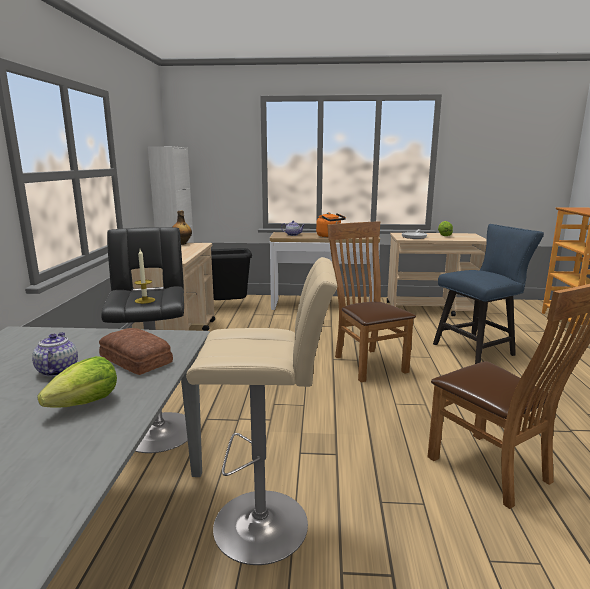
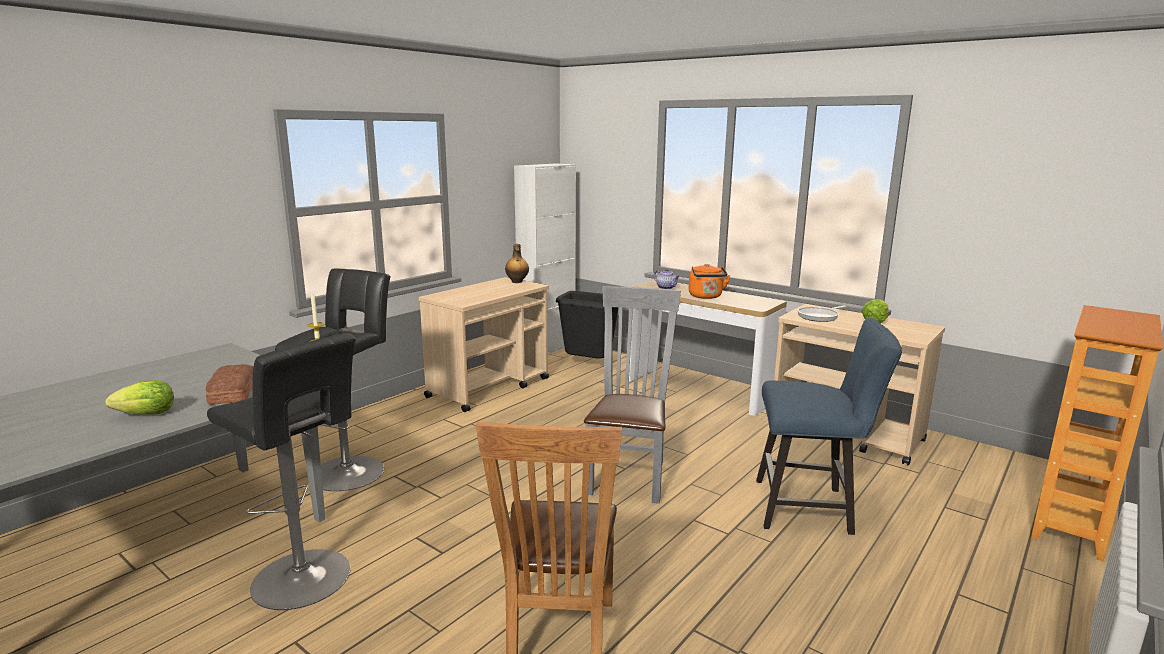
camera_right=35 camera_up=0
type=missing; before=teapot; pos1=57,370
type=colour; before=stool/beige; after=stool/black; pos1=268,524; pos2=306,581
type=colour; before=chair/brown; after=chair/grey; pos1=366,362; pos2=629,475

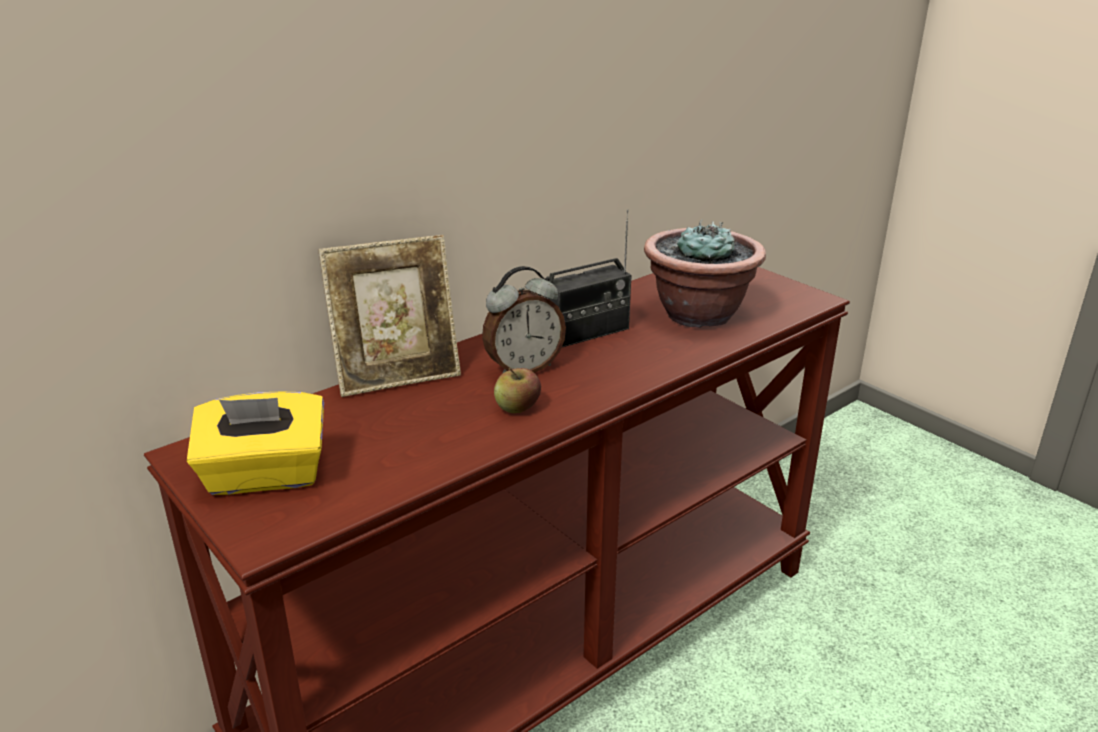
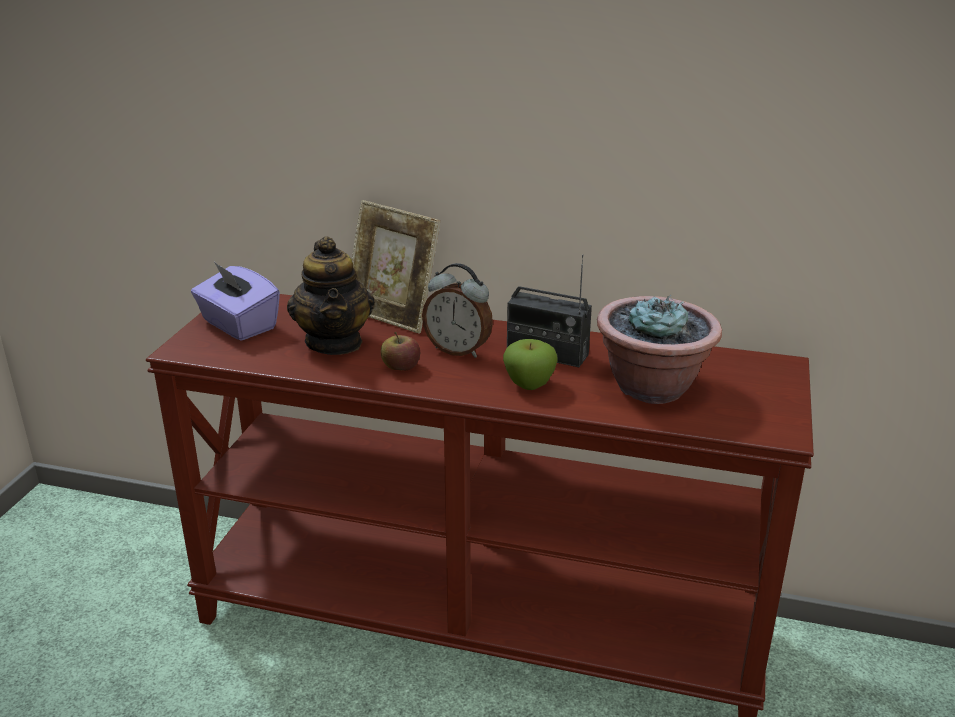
camera_right=55 camera_up=0
type=appeared; after=teapot; pos2=335,342
type=appeared; after=apple; pos2=529,385
type=colour; before=tissue box/yellow; after=tissue box/purple; pos1=265,476; pos2=238,325

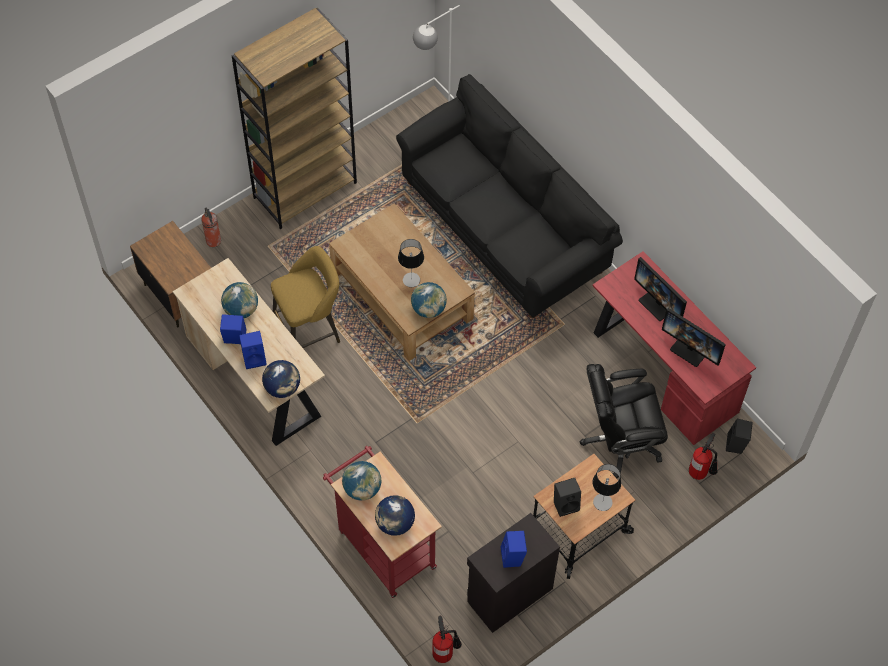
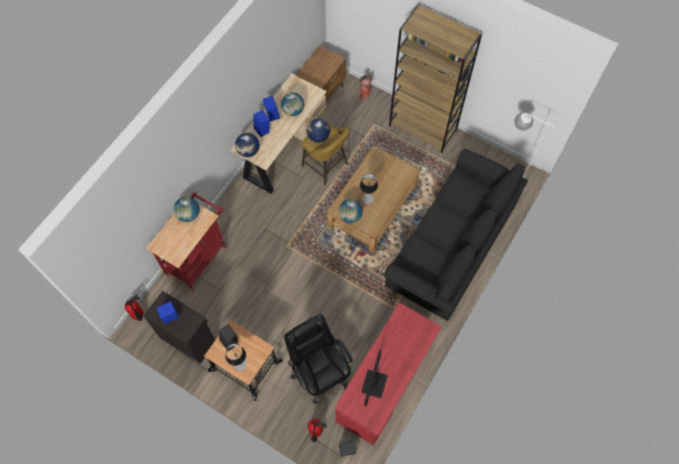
camera_right=70 camera_up=5
type=missing; before=monitor; pos1=659,303
type=relocated; before=globe; pos1=395,523; pos2=318,137

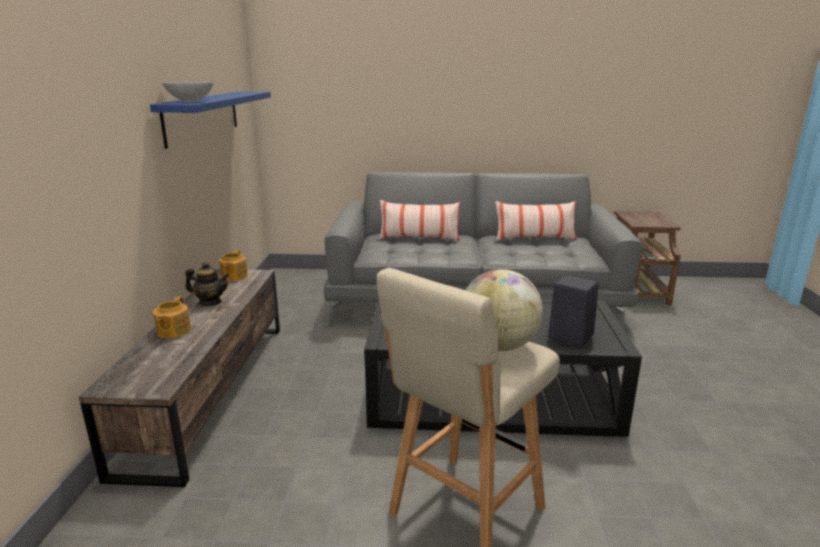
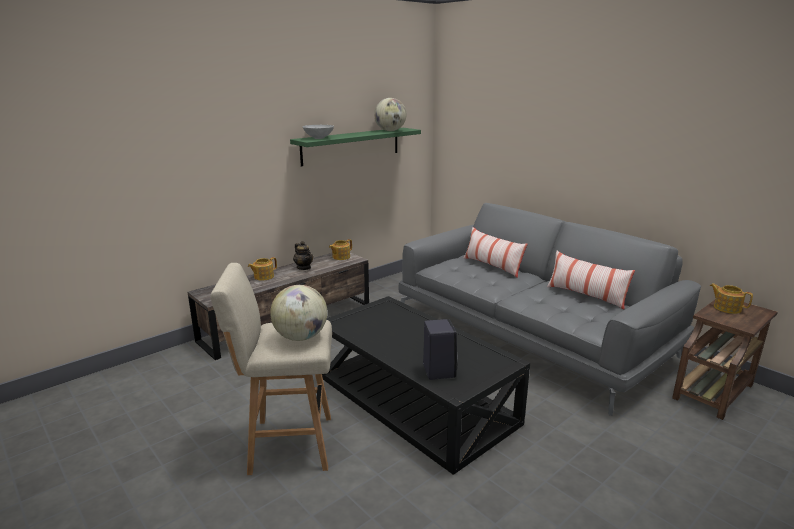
camera_right=45 camera_up=0
type=appeared; after=globe; pos2=390,131
type=appeared; after=teapot; pos2=726,308
type=colour; before=shelf/blue; after=shelf/green; pos1=203,116; pos2=351,146

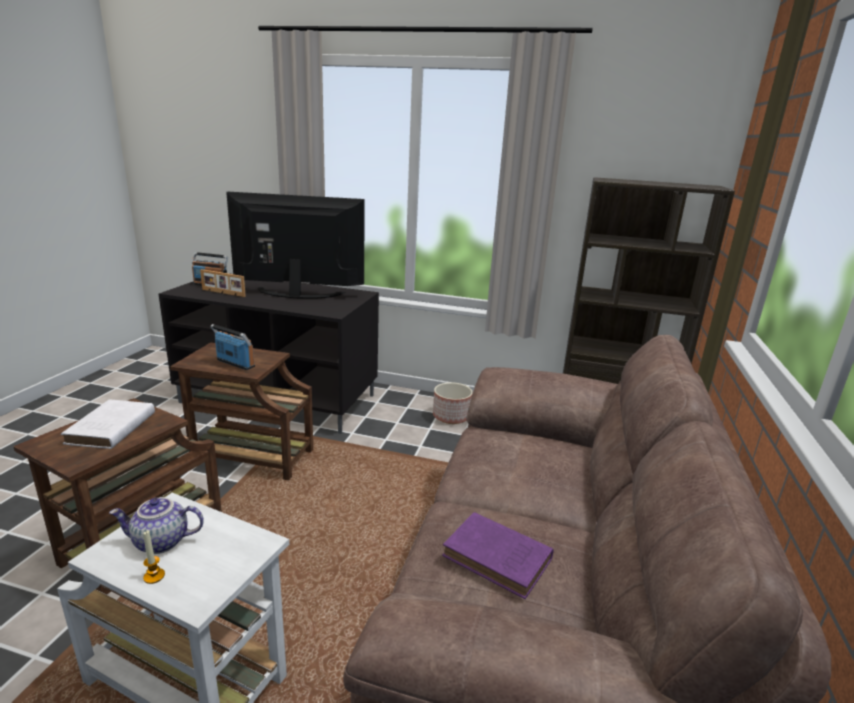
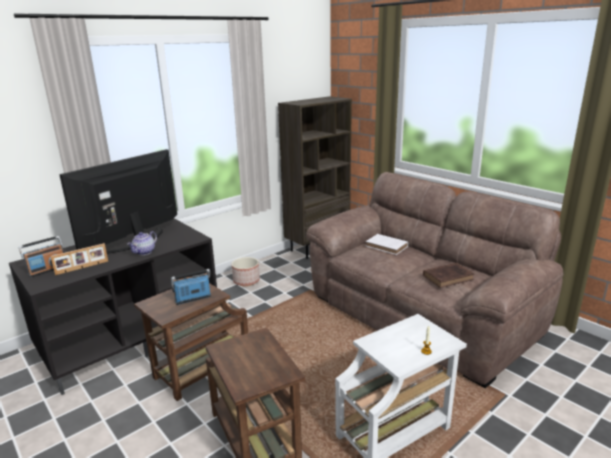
camera_right=-55 camera_up=0
type=relocated; before=book/white; pos1=110,429; pos2=387,247
type=relocated; before=teapot; pos1=160,542; pos2=144,252
type=colour; before=book/purple; after=book/brown; pos1=499,559; pos2=449,277

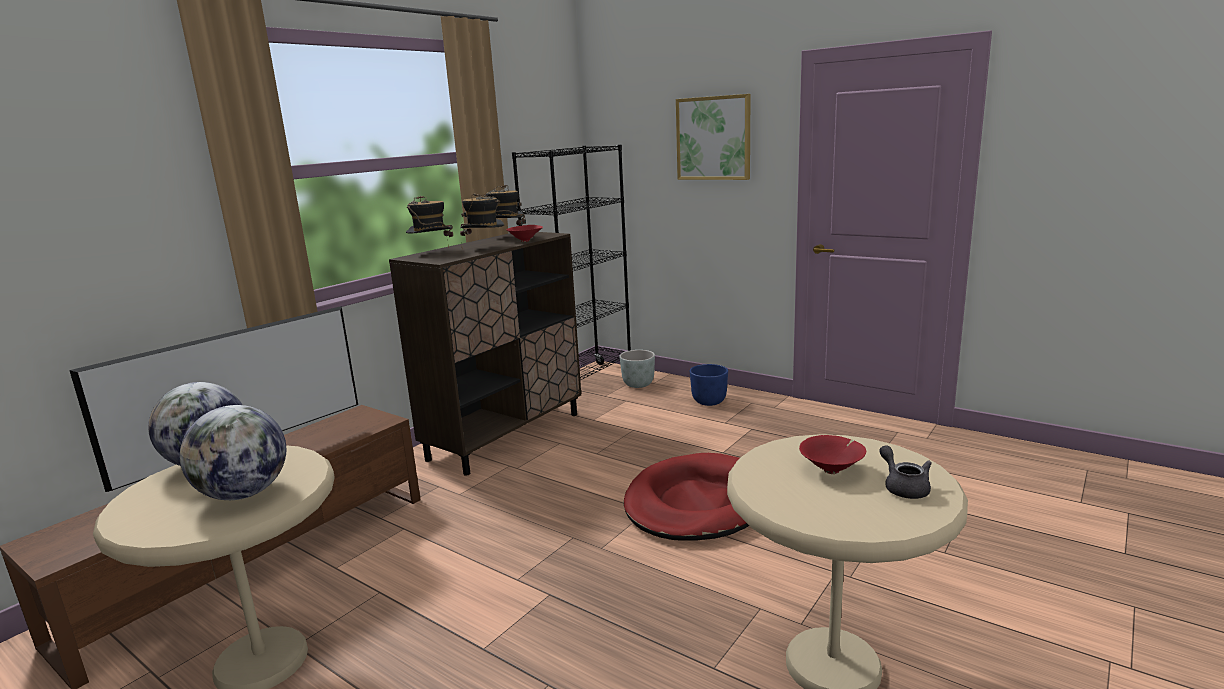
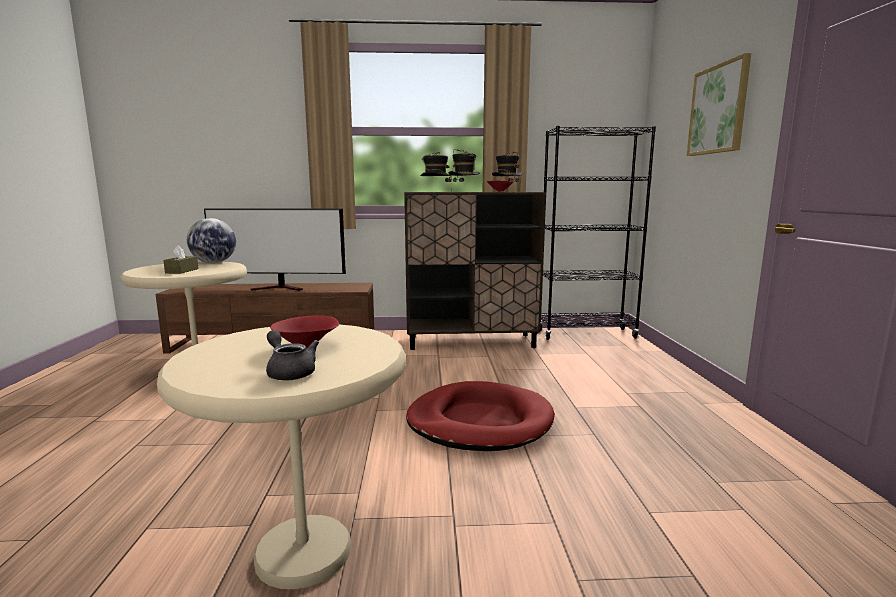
camera_right=50 camera_up=-5
type=missing; before=planter/grey; pos1=638,384
type=missing; before=planter/blue; pos1=709,402
type=exchanged; before=globe; after=tissue box/brown; pos1=244,494; pos2=182,271
type=spun; before=teapot/grey; pos1=903,487; pos2=289,372; turn=-75

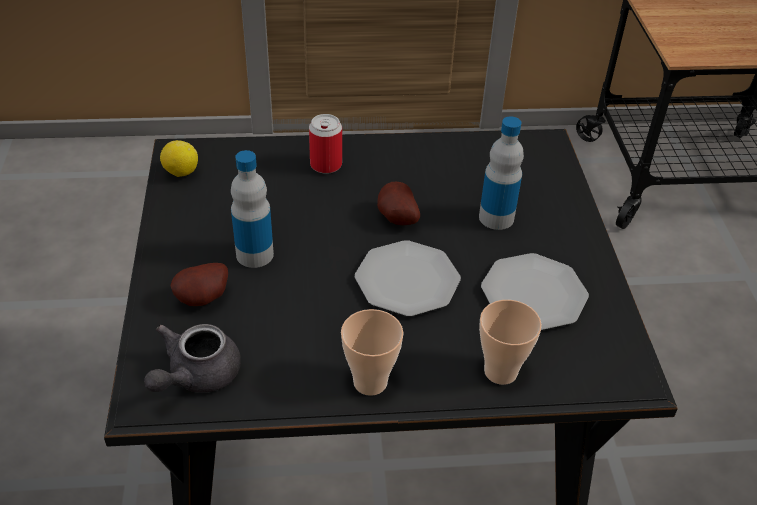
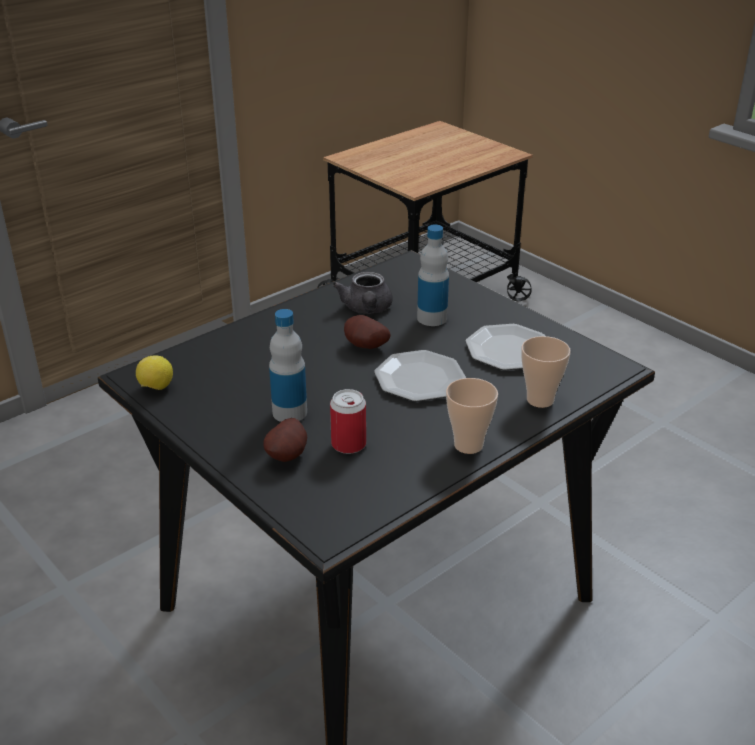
camera_right=-35 camera_up=-10
type=relocated; before=teapot/grey; pos1=196,376; pos2=366,309
type=relocated; before=can; pos1=326,165; pos2=348,444

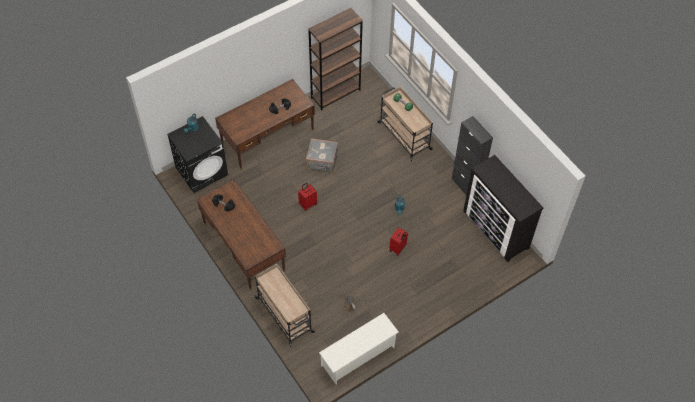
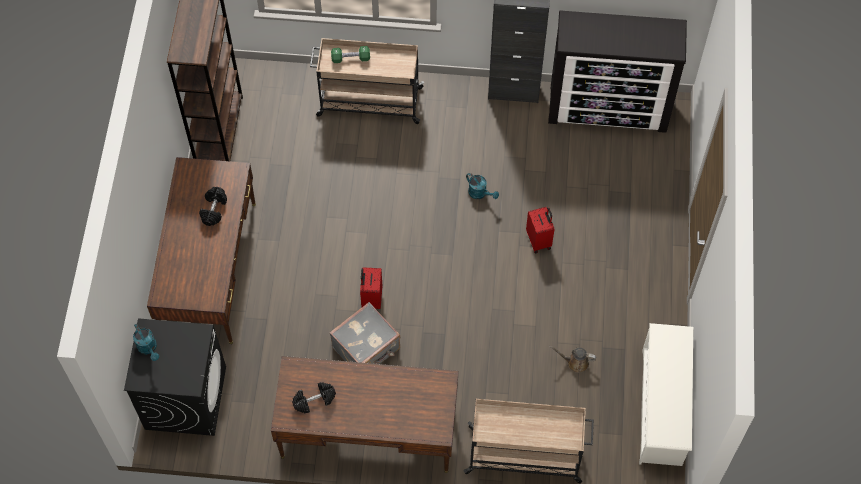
camera_right=-50 camera_up=5
type=relocated; before=suitcase/grey; pos1=322,162; pos2=367,349

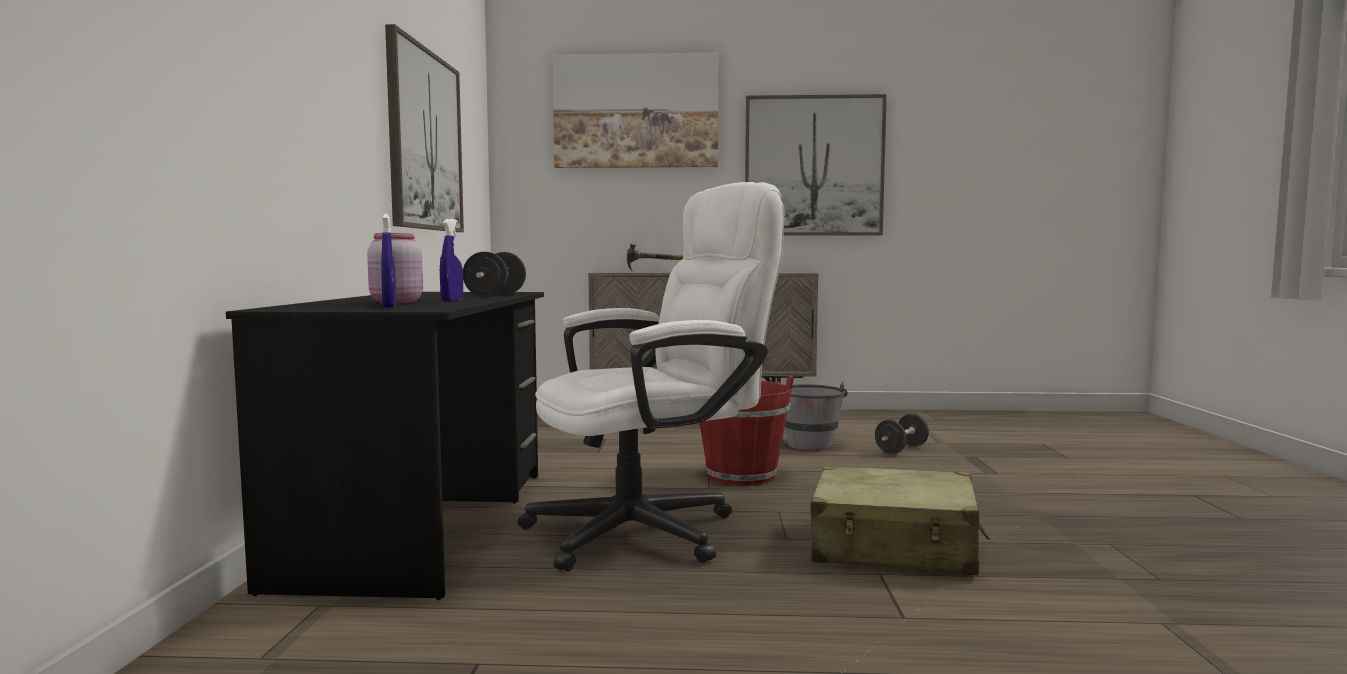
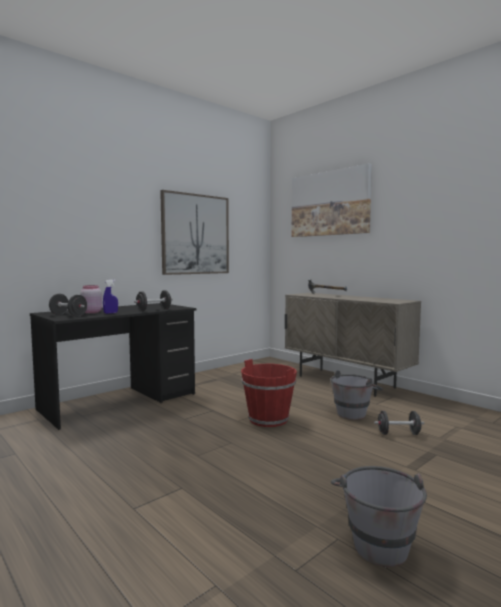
camera_right=45 camera_up=0
type=missing; before=office chair/white; pos1=652,529
type=missing; before=picture; pos1=813,166
type=missing; before=suitcase/beige; pos1=894,547
type=appeared; after=bucket/grey; pos2=376,540
type=exchanged; before=spray bottle/blue; after=dumbbell/black; pos1=389,306; pos2=68,315

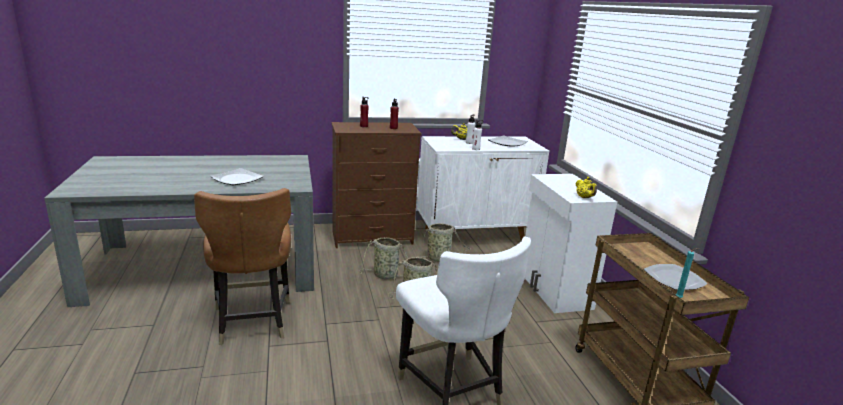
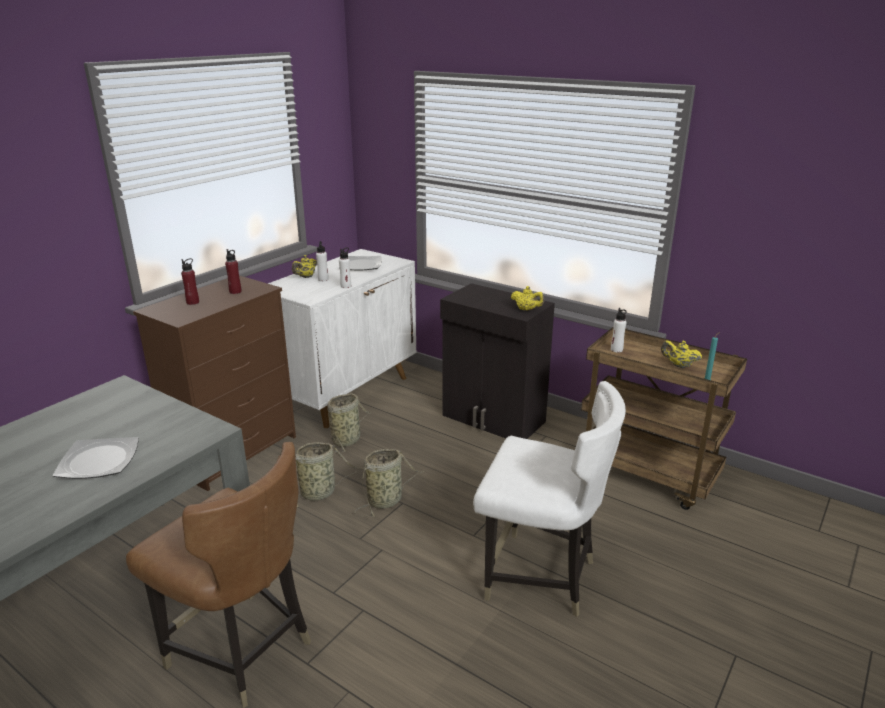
camera_right=-40 camera_up=5
type=appeared; after=bottle/white; pos2=616,349
type=exchanged; before=plate; after=teapot/yellow; pos1=673,279; pos2=679,365
type=colour; before=cabinet/white; after=cabinet/black; pos1=554,290; pos2=493,419

